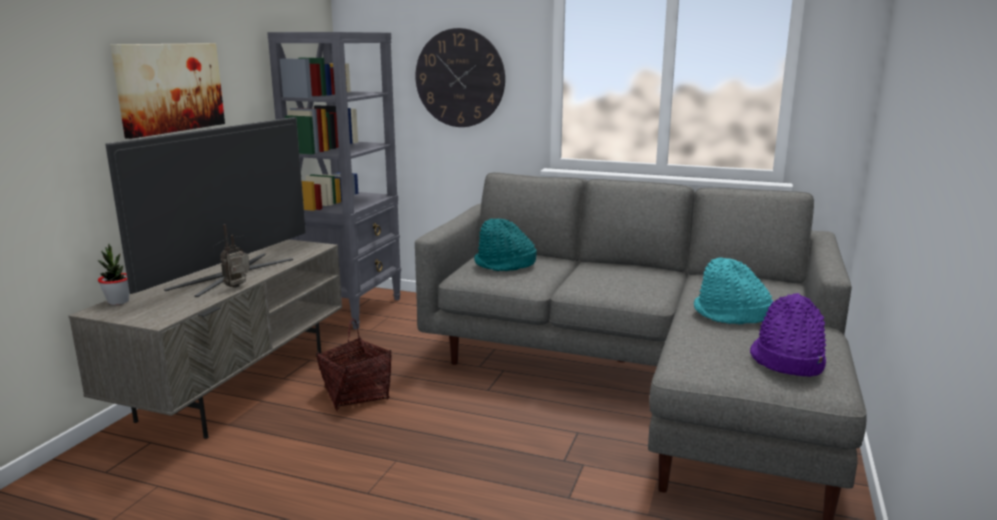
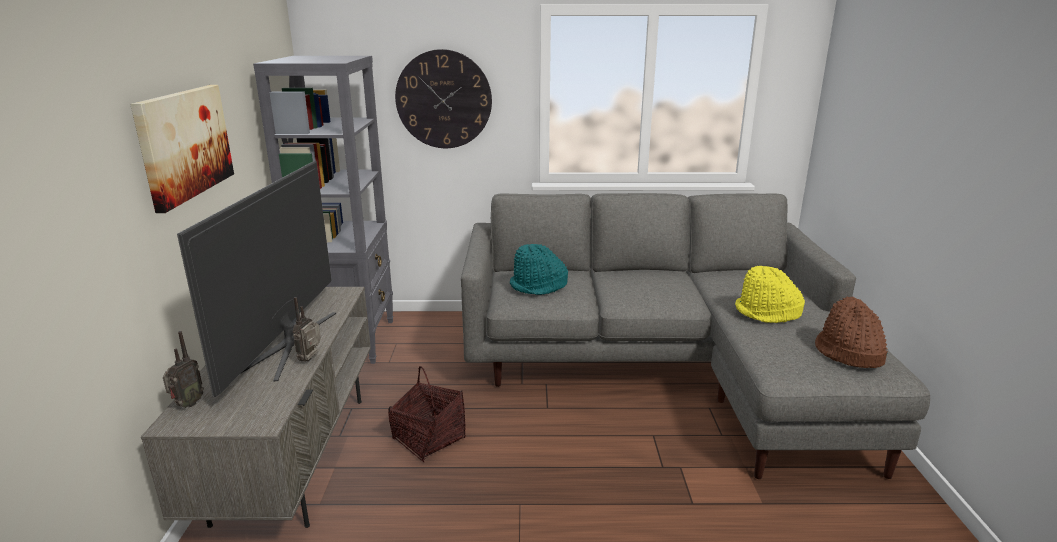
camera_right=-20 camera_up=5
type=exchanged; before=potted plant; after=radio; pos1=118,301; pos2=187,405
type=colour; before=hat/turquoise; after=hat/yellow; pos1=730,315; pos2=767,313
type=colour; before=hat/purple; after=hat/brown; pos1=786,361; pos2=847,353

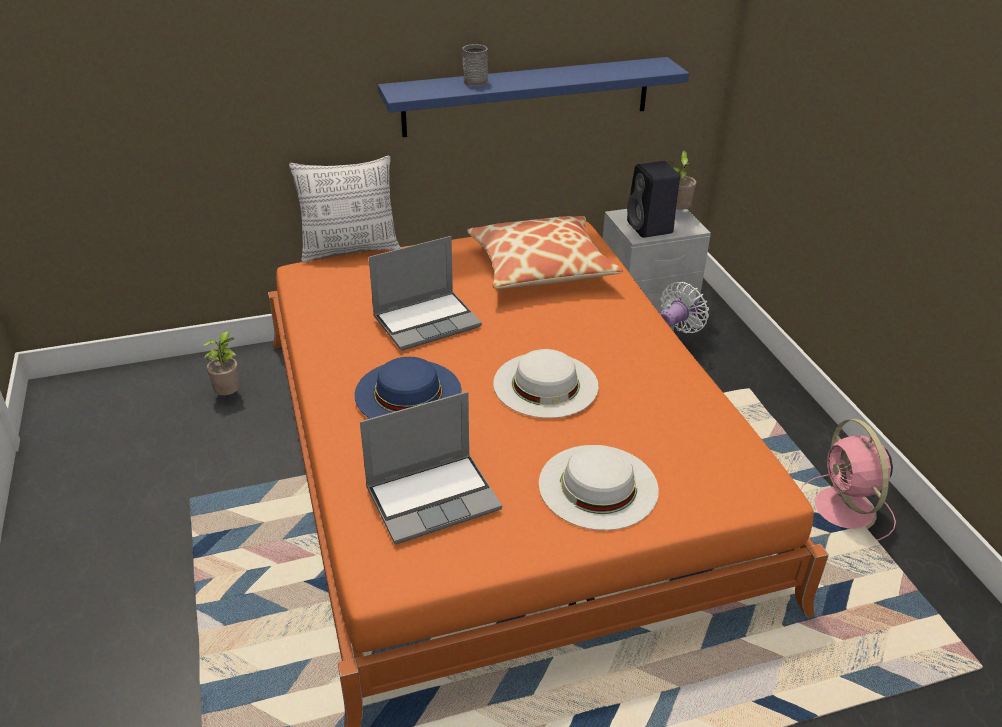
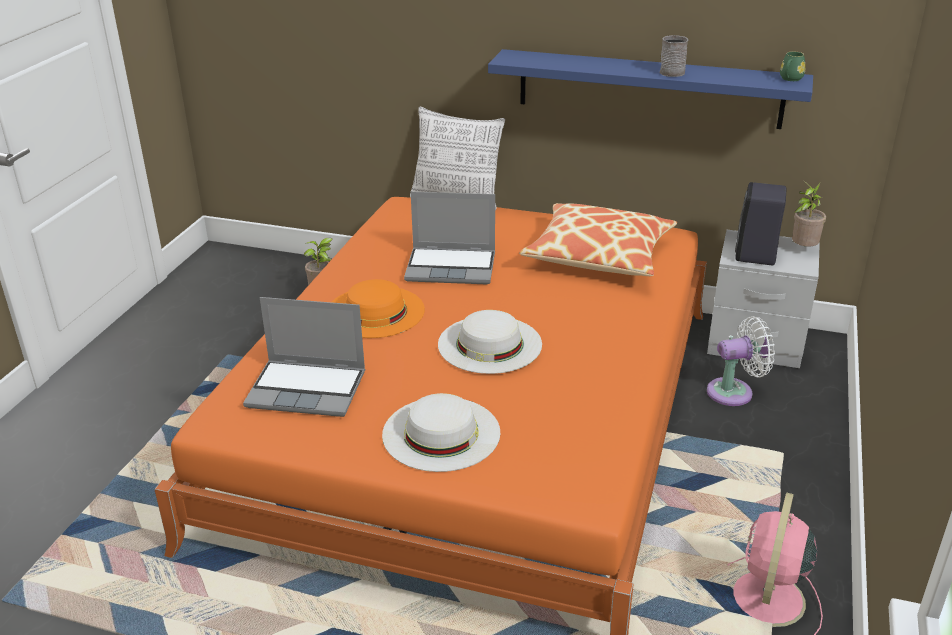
camera_right=35 camera_up=-5
type=appeared; after=mug/green; pos2=790,79
type=relocated; before=mug/grey; pos1=475,80; pos2=673,71
type=colour; before=hat/blue; after=hat/orange; pos1=408,392; pos2=375,311

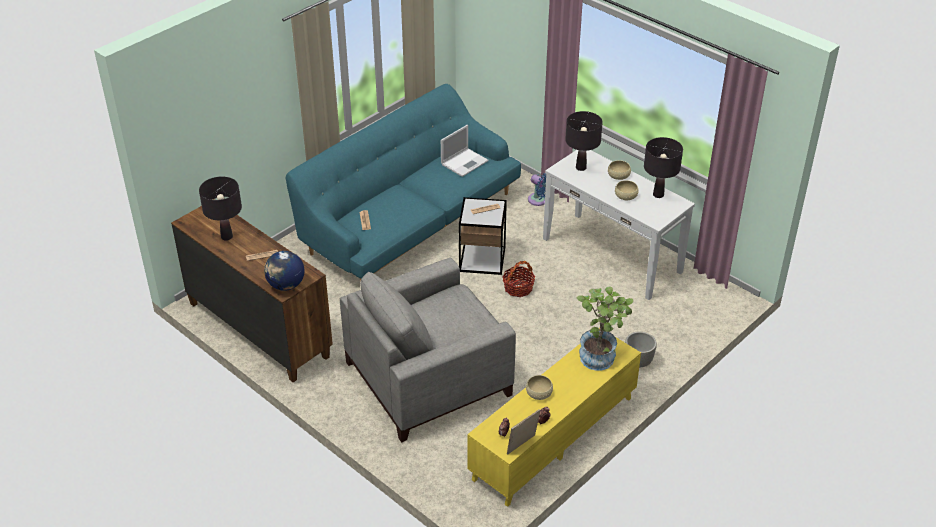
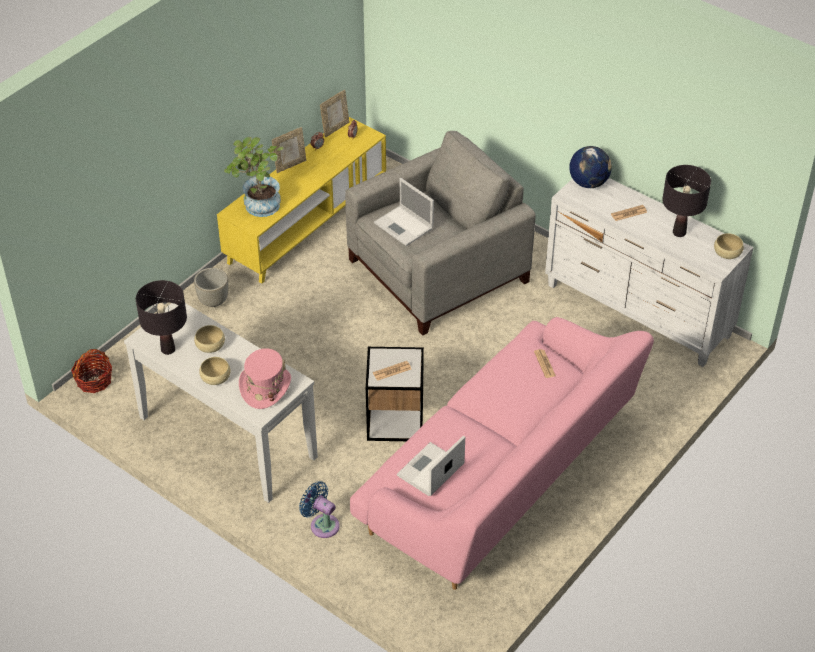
camera_right=175 camera_up=5
type=appeared; after=picture frame; pos2=290,165
type=appeared; after=laptop; pos2=404,226
type=relocated; before=basket; pos1=518,288; pos2=94,381
type=relocated; before=bowl/beige; pos1=539,393; pos2=727,252
type=exchanged; before=table lamp/black; after=hat/pink; pos1=581,168; pos2=265,387
type=colour; before=dresser/brown; after=dresser/white; pos1=258,329; pos2=638,312
type=colour; before=sofa/turquoise; after=sofa/pink; pos1=409,221; pos2=501,474

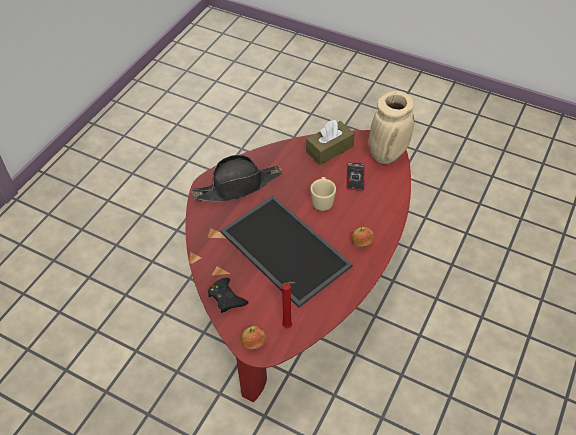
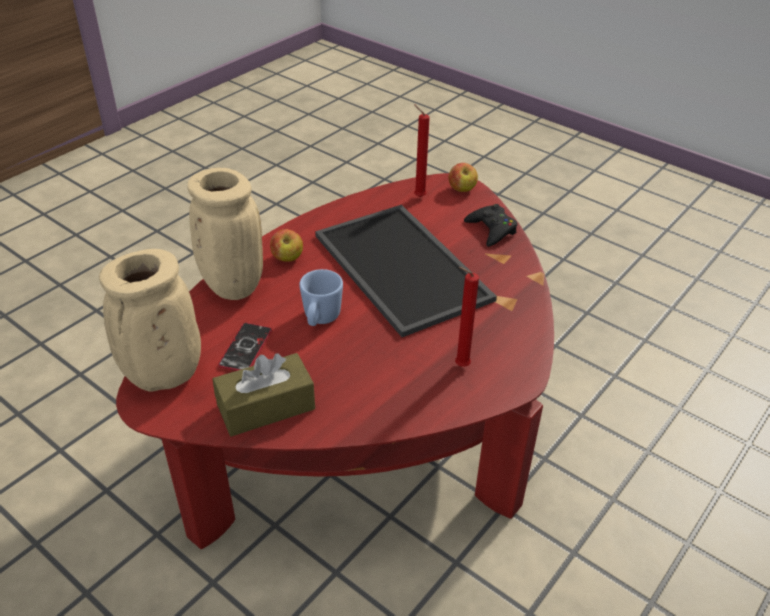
camera_right=-170 camera_up=-10
type=appeared; after=vase/beige; pos2=231,285
type=exchanged; before=hat/black; after=candle/red; pos1=238,186; pos2=459,366
type=colour; before=mug/beige; after=mug/blue; pos1=322,201; pos2=320,319

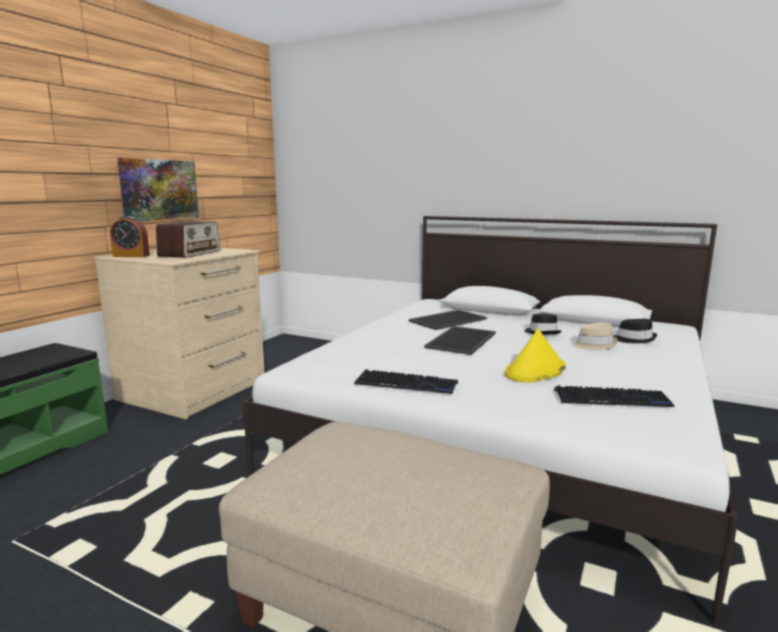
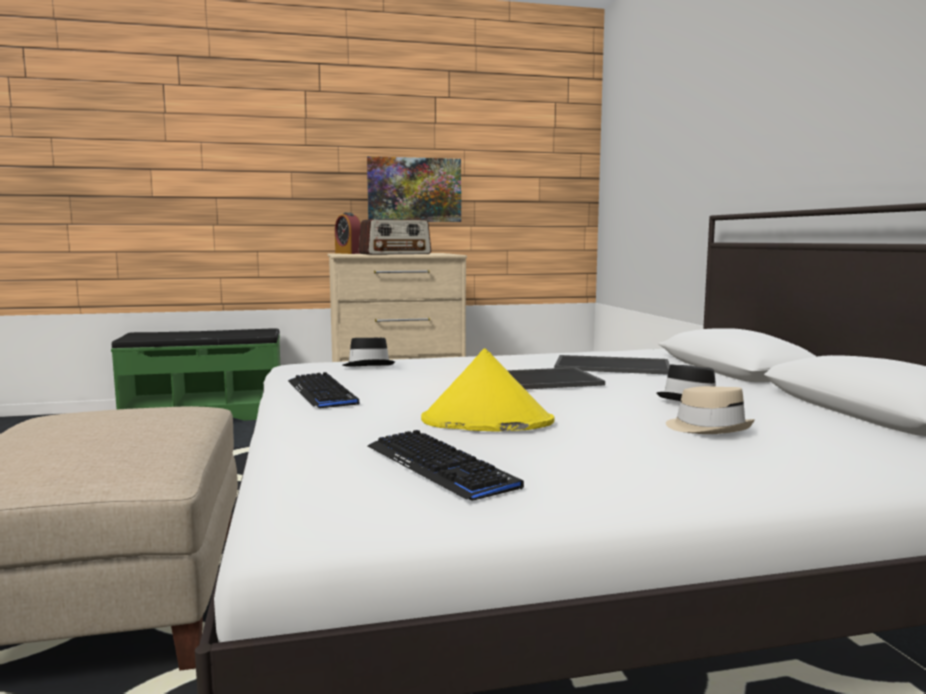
camera_right=50 camera_up=-5
type=relocated; before=hat/black; pos1=633,339; pos2=368,365

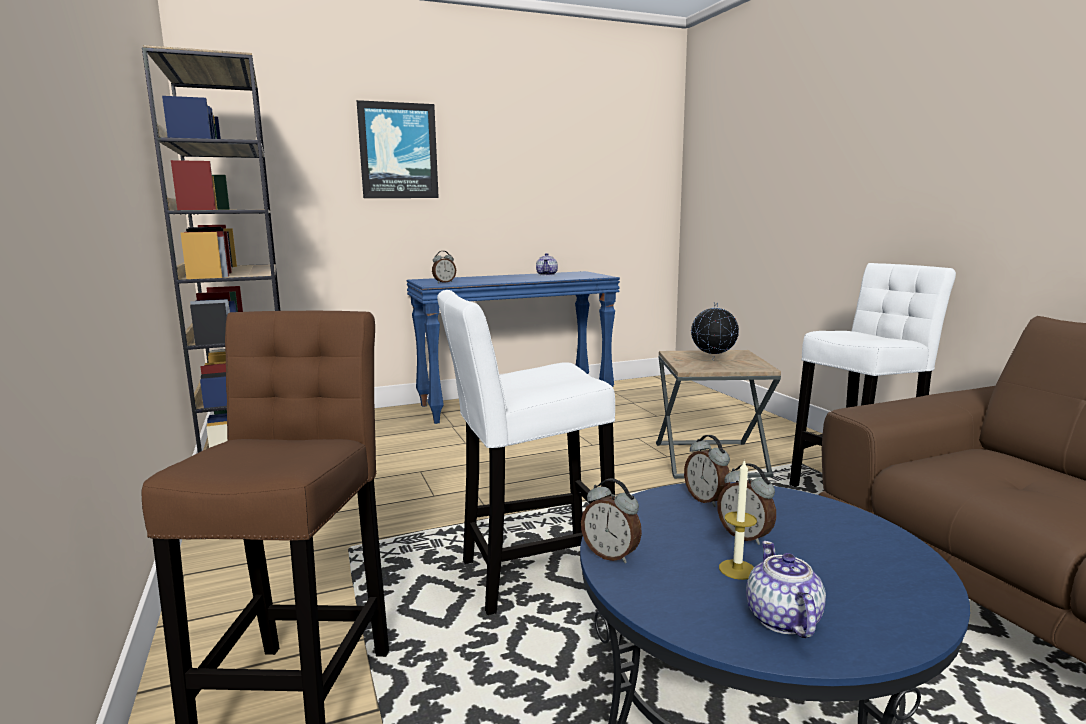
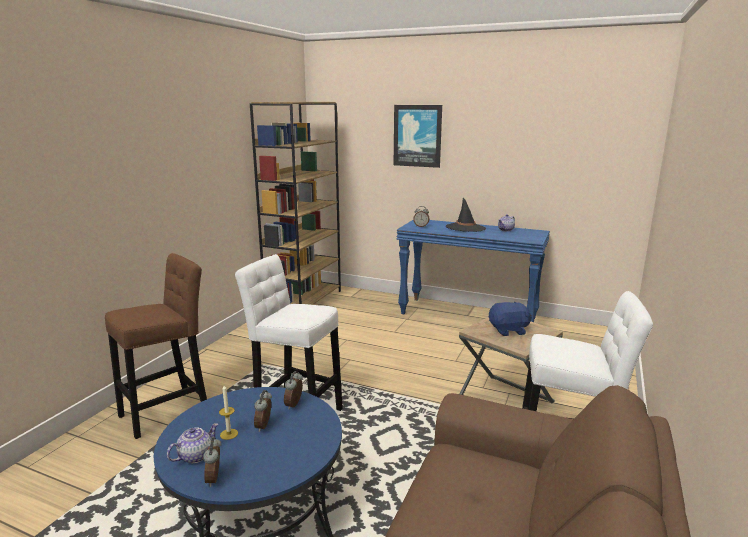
camera_right=45 camera_up=5
type=appeared; after=hat/black; pos2=465,228
type=relocated; before=alarm clock; pos1=611,555; pos2=215,478
type=exchanged; before=globe; after=plush toy/blue; pos1=713,360; pos2=508,330

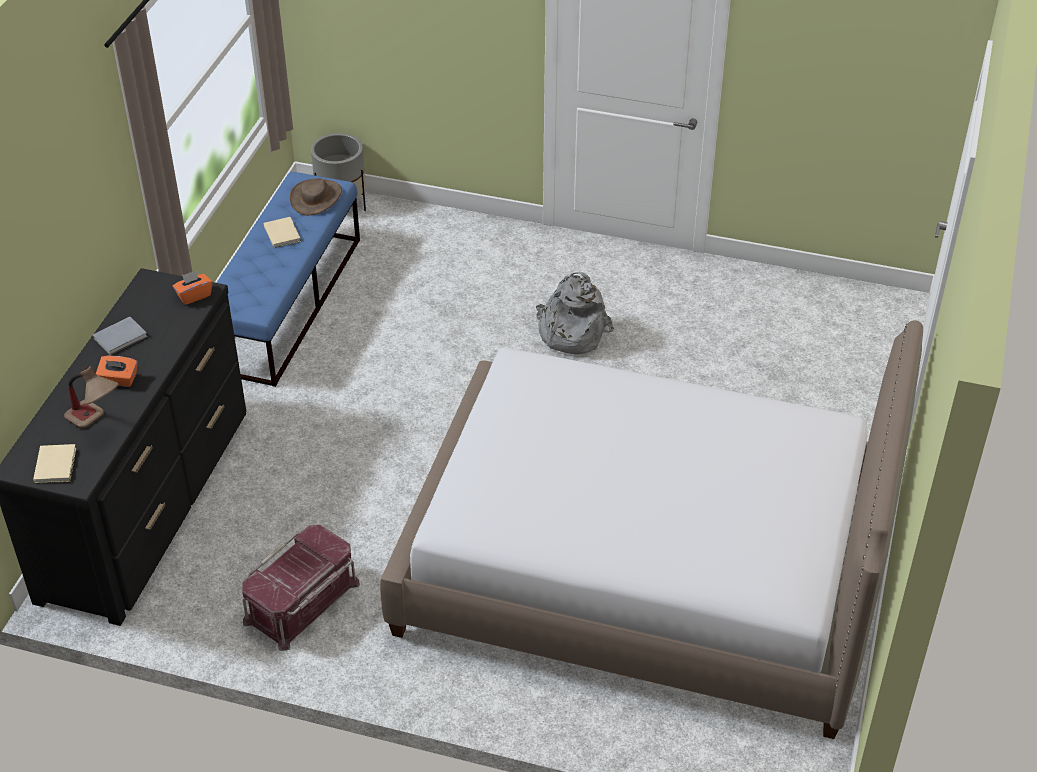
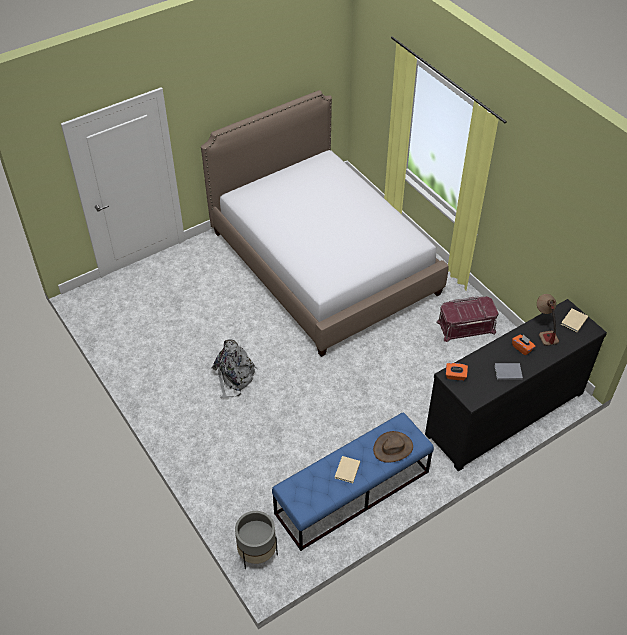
camera_right=-140 camera_up=5
type=relocated; before=hat/brown; pos1=316,198; pos2=393,448

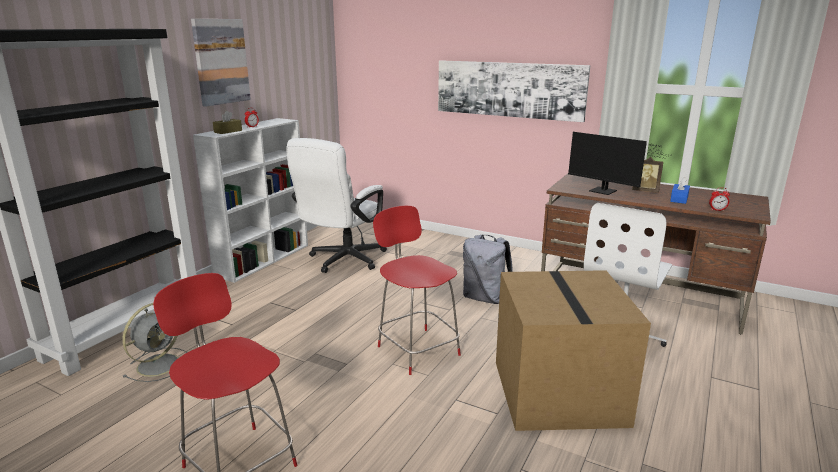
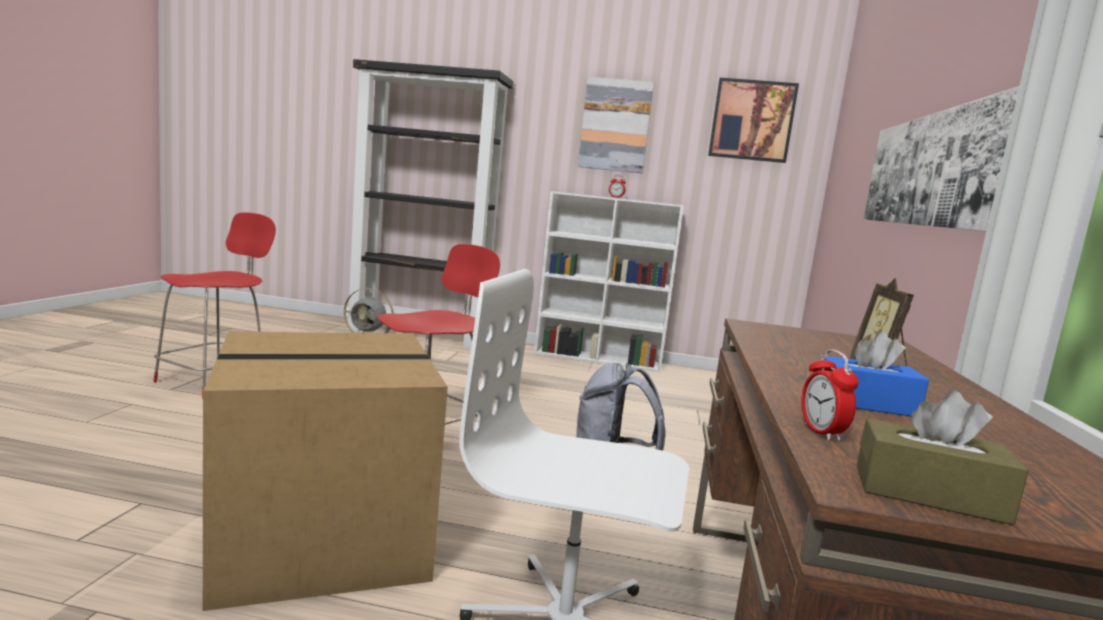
camera_right=70 camera_up=-10
type=missing; before=office chair/white; pos1=342,261
type=missing; before=monitor; pos1=606,192
type=appeared; after=picture; pos2=752,120
type=relocated; before=tissue box/brown; pos1=228,131; pos2=929,494

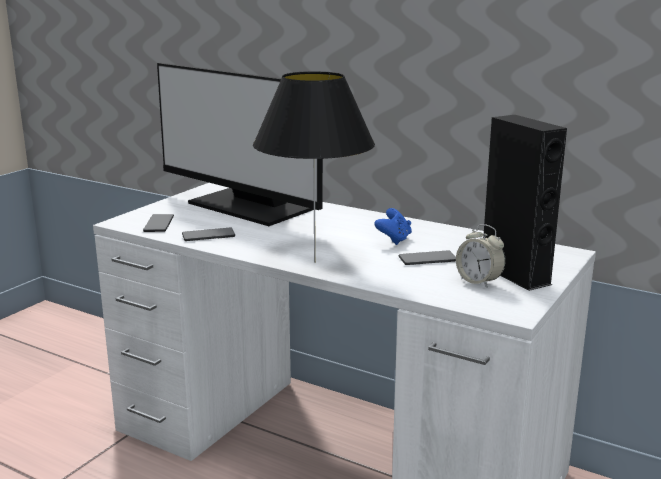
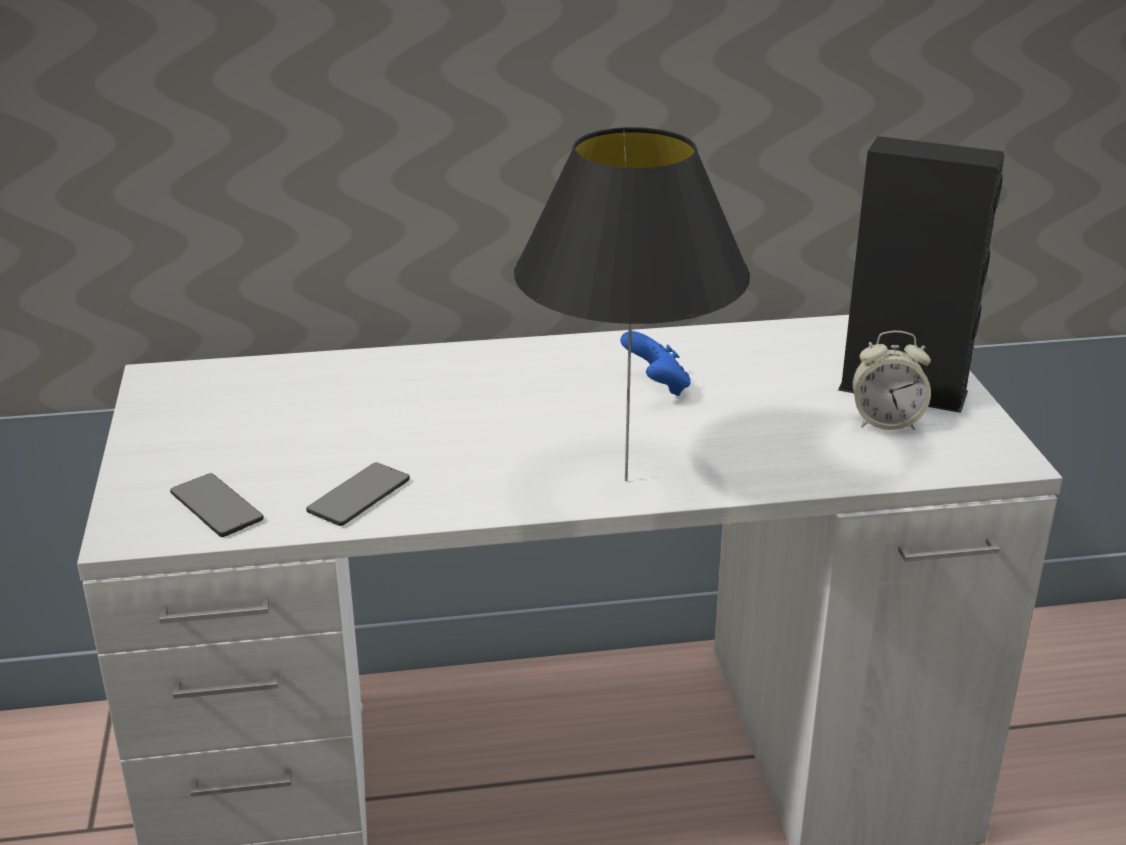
camera_right=-40 camera_up=10
type=missing; before=monitor; pos1=248,207
type=missing; before=phone; pos1=427,259

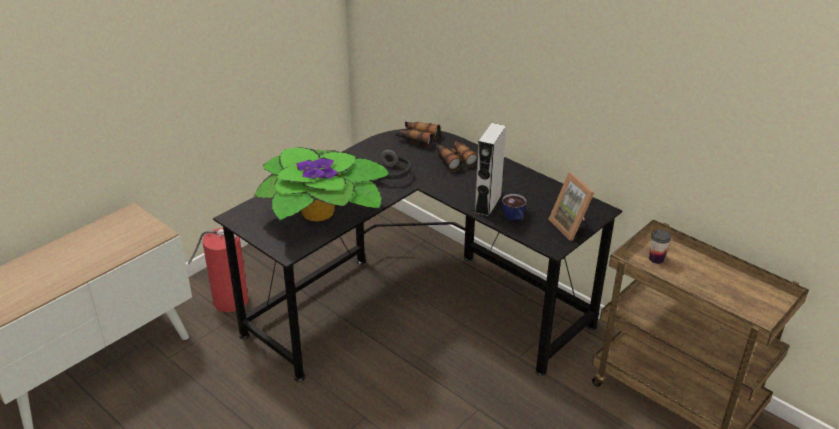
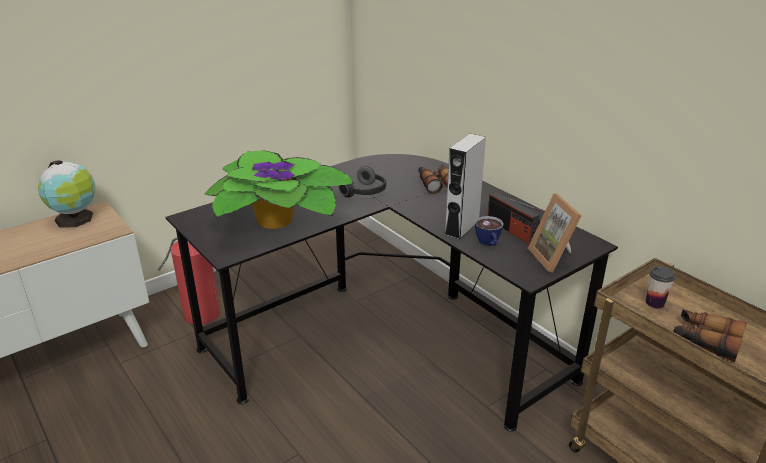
camera_right=10 camera_up=-5
type=appeared; after=globe; pos2=75,219
type=appeared; after=radio; pos2=511,230
type=relocated; before=binoculars; pos1=417,138; pos2=705,340

